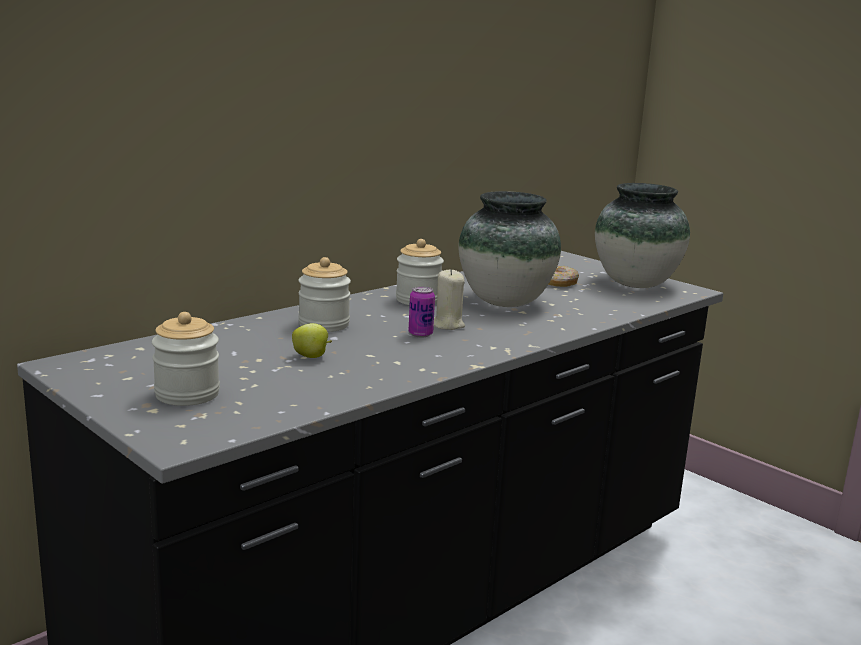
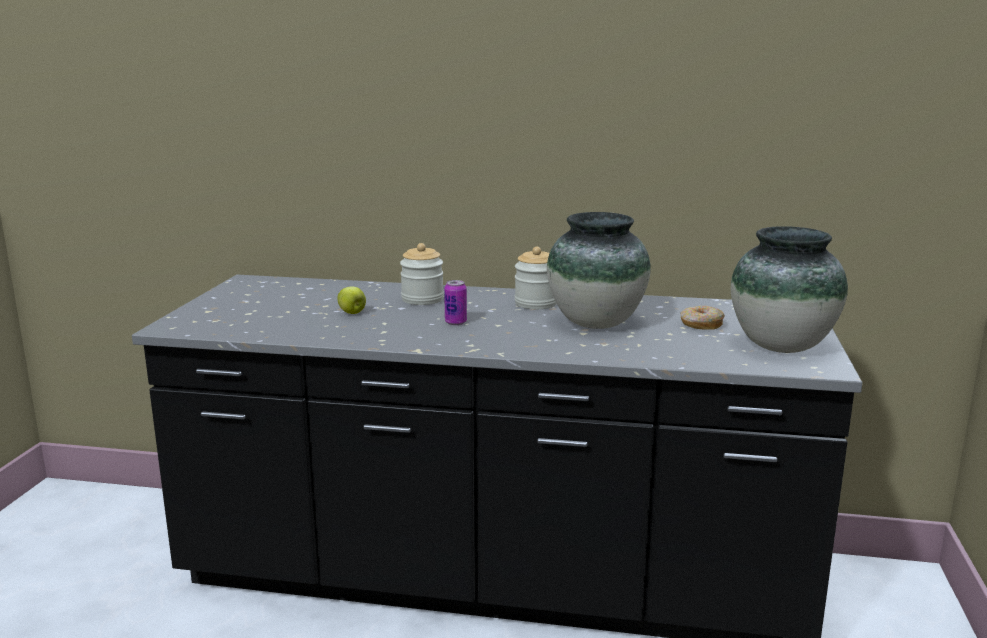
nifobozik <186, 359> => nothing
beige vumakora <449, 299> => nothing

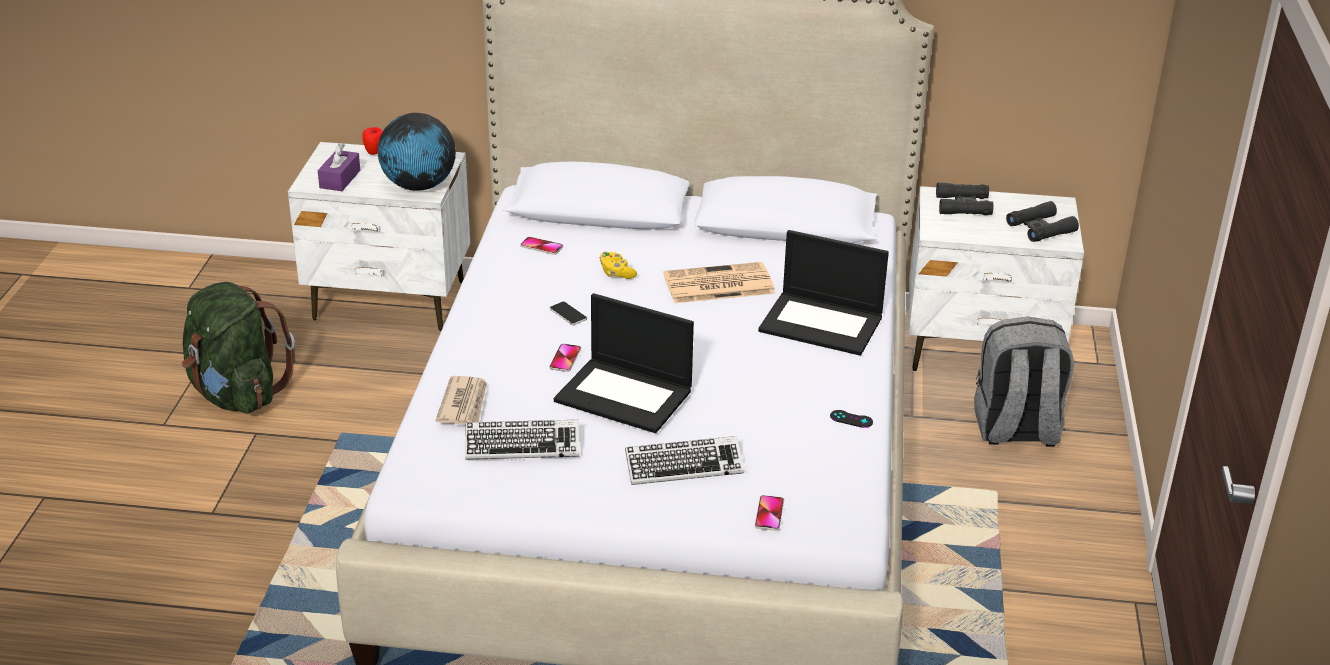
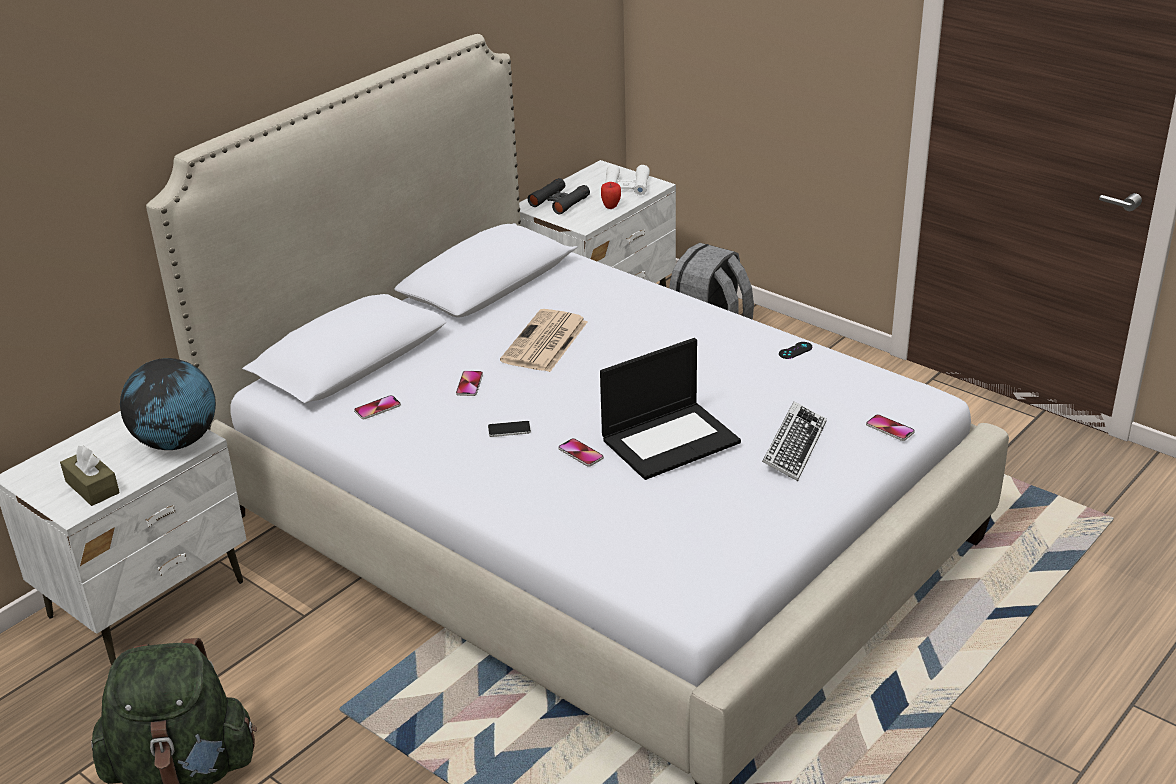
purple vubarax <339, 167> => brown vubarax <90, 476>
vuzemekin <373, 141> => vuzemekin <611, 195>, relocated
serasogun <461, 400> => nothing
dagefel <522, 440> => nothing
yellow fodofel <618, 265> => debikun <469, 383>
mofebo <823, 293> => nothing
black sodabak <1042, 221> => white sodabak <627, 180>

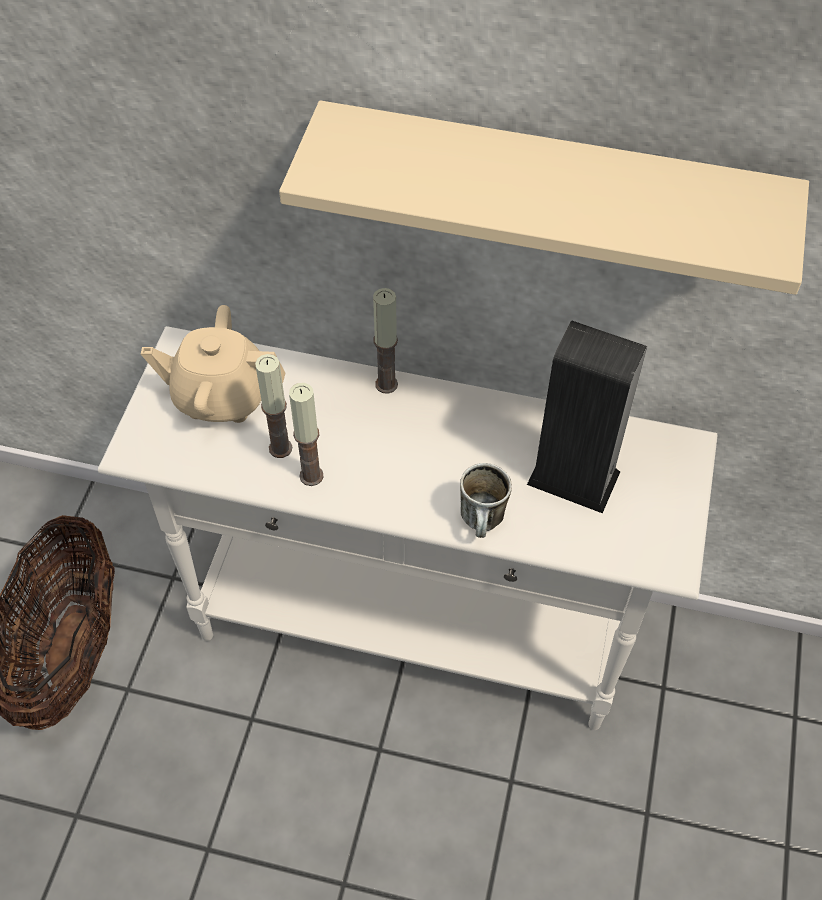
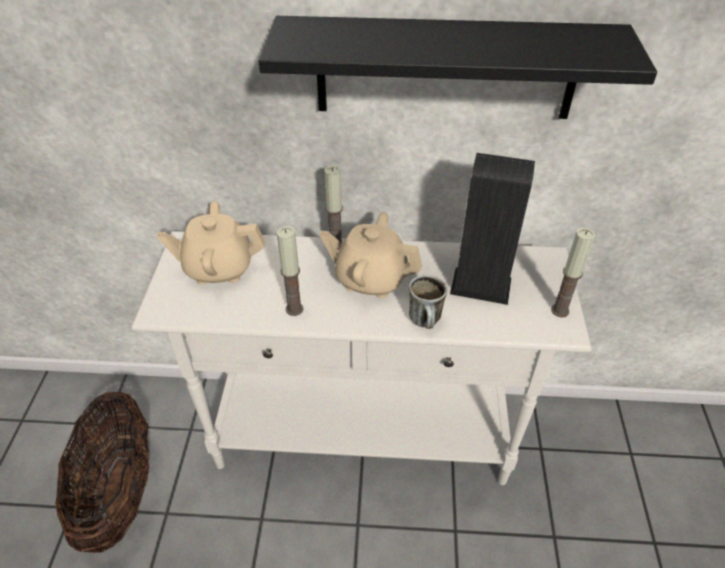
vumakora <273, 406> => vumakora <573, 272>, relocated
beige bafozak <544, 197> => black bafozak <457, 67>
nothing => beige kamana <371, 255>

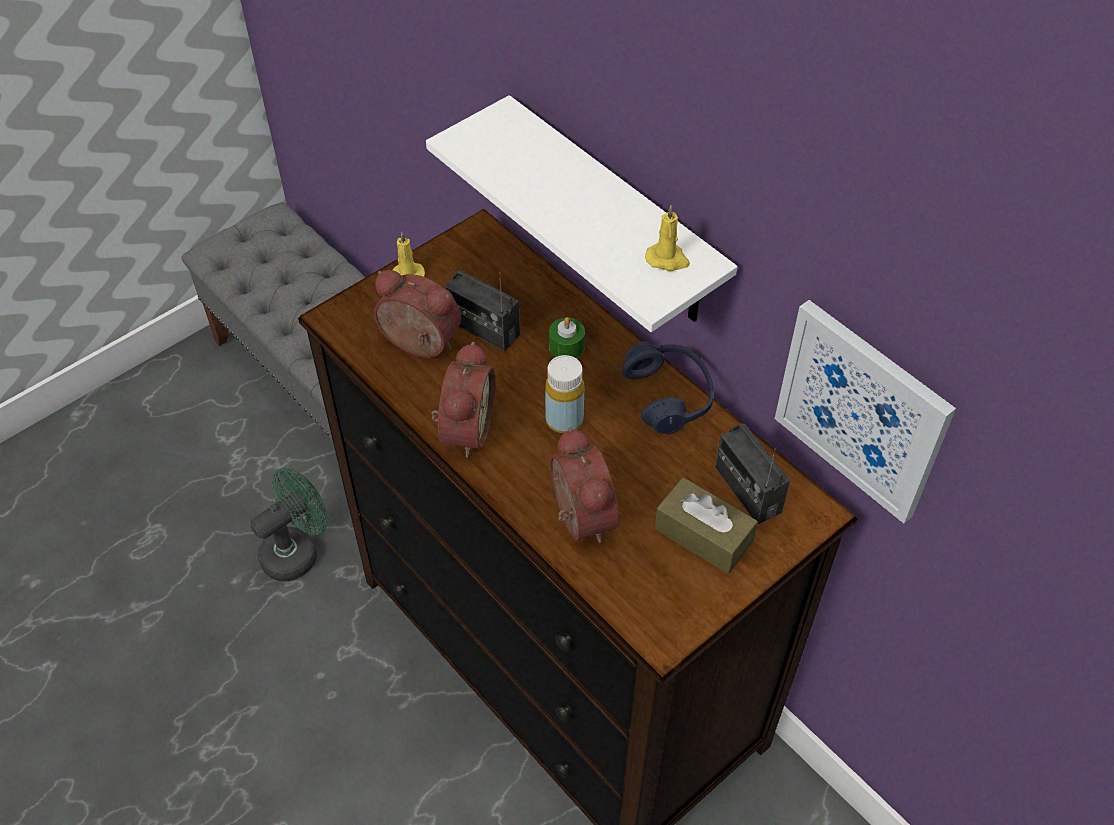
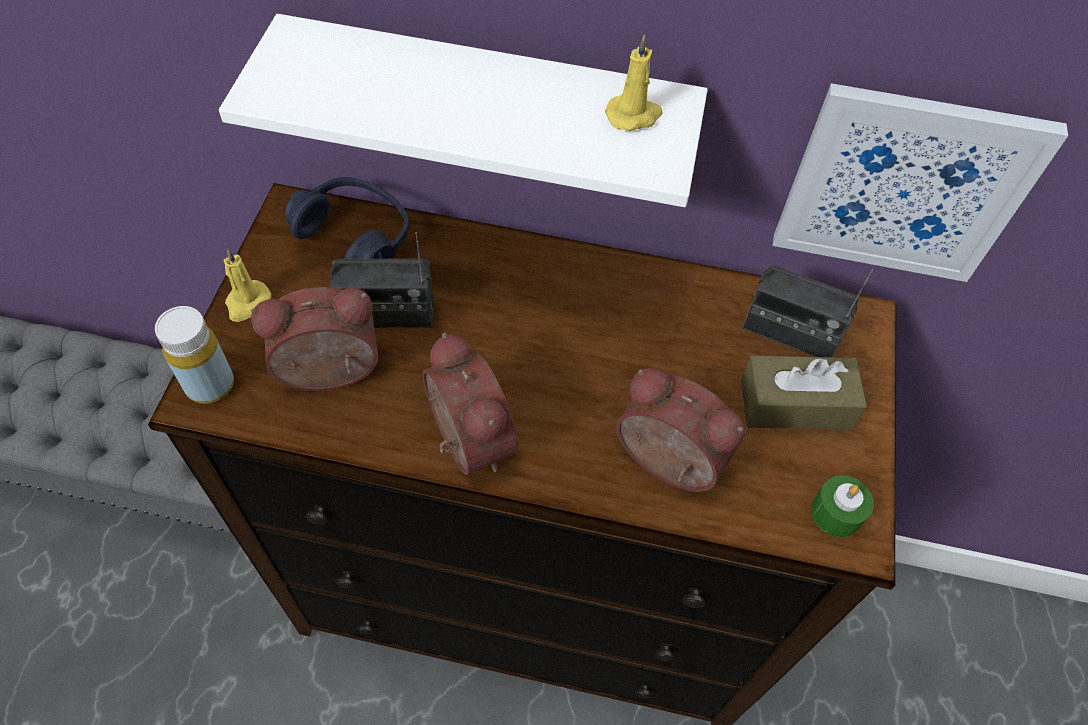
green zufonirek <289, 524> => nothing
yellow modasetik <564, 394> => yellow modasetik <194, 355>, relocated
green vumakora <567, 337> => green vumakora <842, 506>, relocated
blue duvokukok <668, 388> => blue duvokukok <347, 218>, relocated

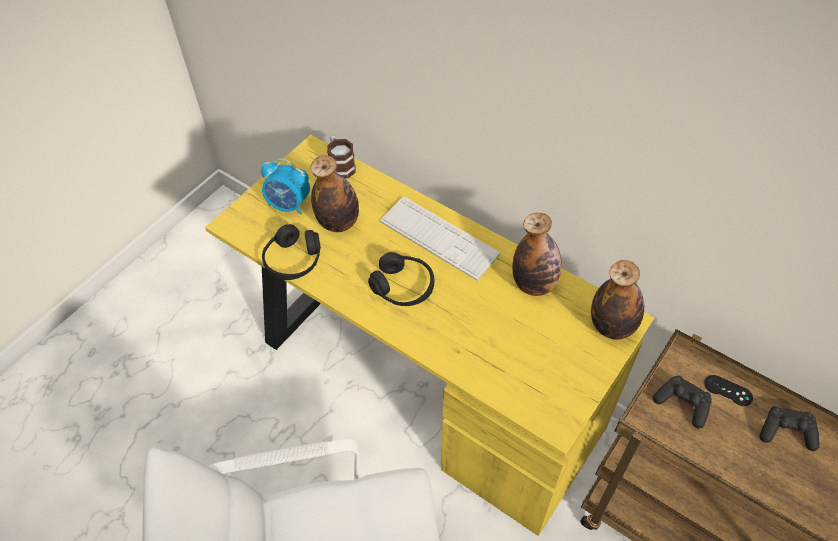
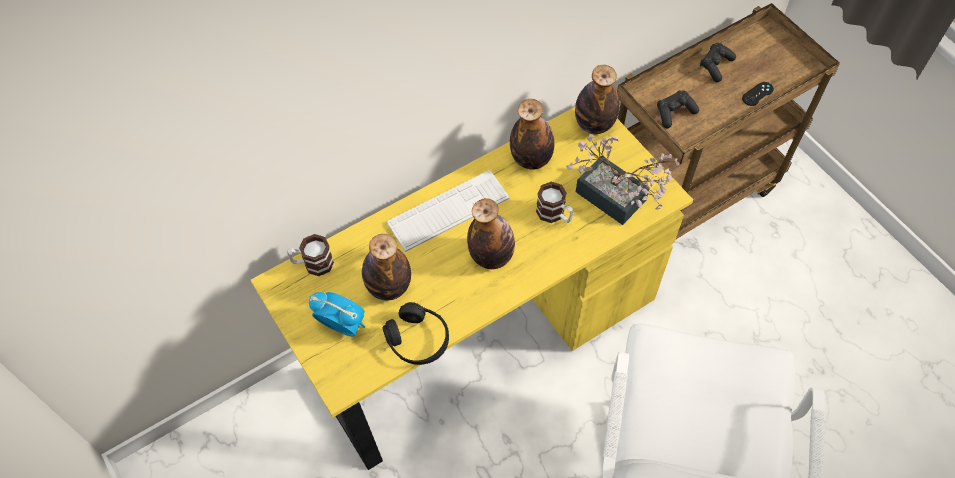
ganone <285, 186> => ganone <337, 314>, 105 degrees counterclockwise
black duvokukok <401, 279> => modasetik <491, 233>
black fodofel <728, 390> => black fodofel <758, 94>, relocated
nothing => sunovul <554, 202>
nothing => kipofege <622, 179>

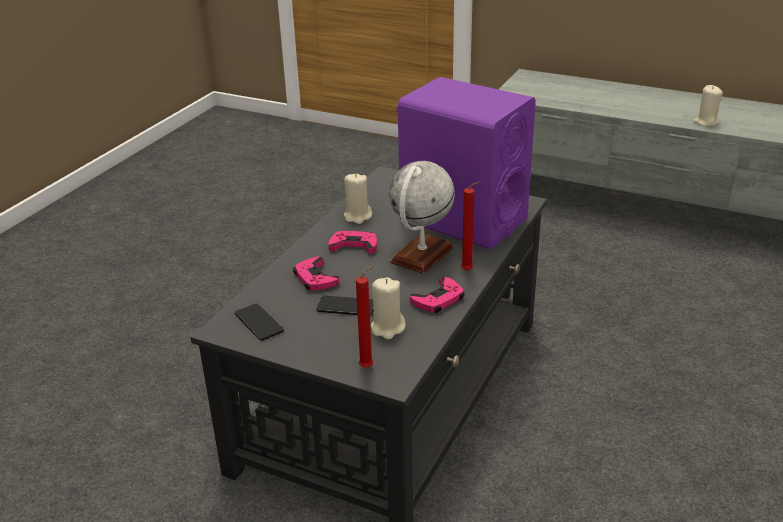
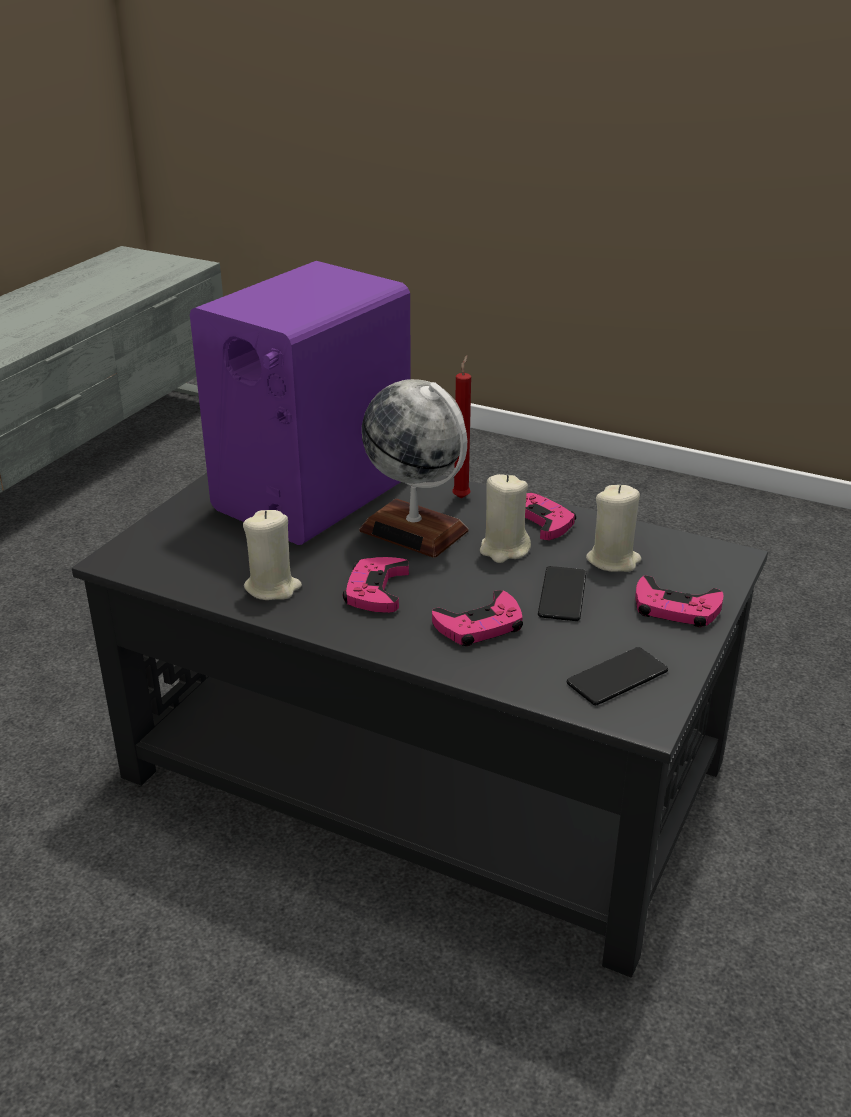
red vumakora <364, 317> => nothing
beige vumakora <708, 106> => beige vumakora <505, 518>, relocated
nothing => pink fodofel <679, 601>

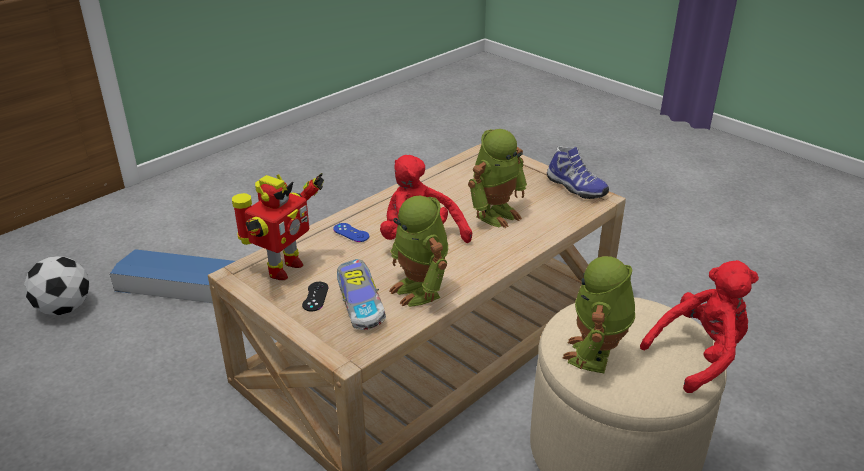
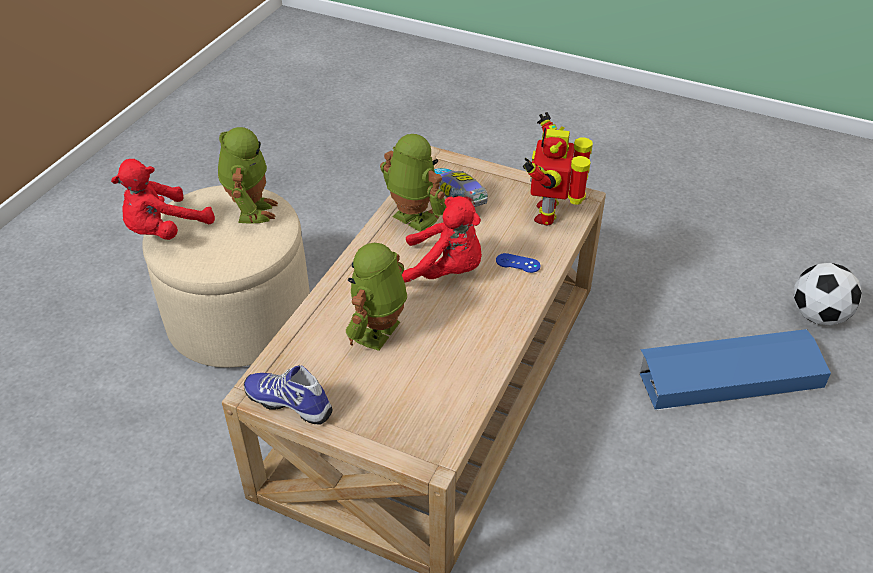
black fodofel <315, 296> => nothing

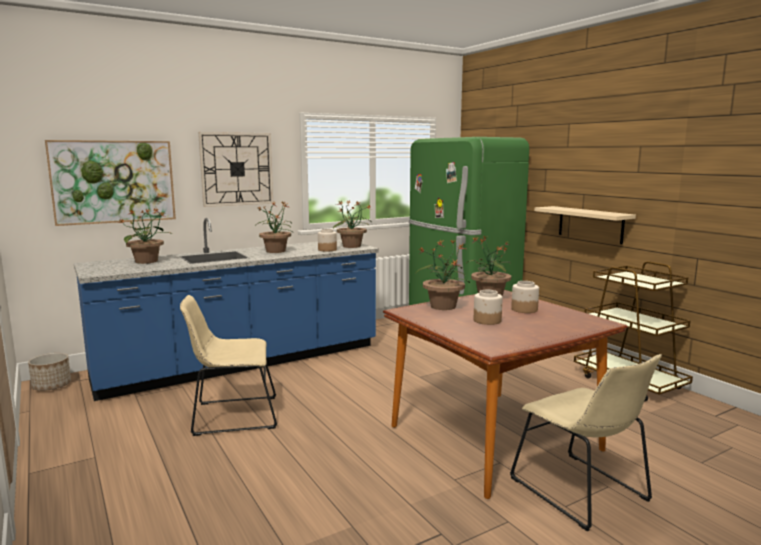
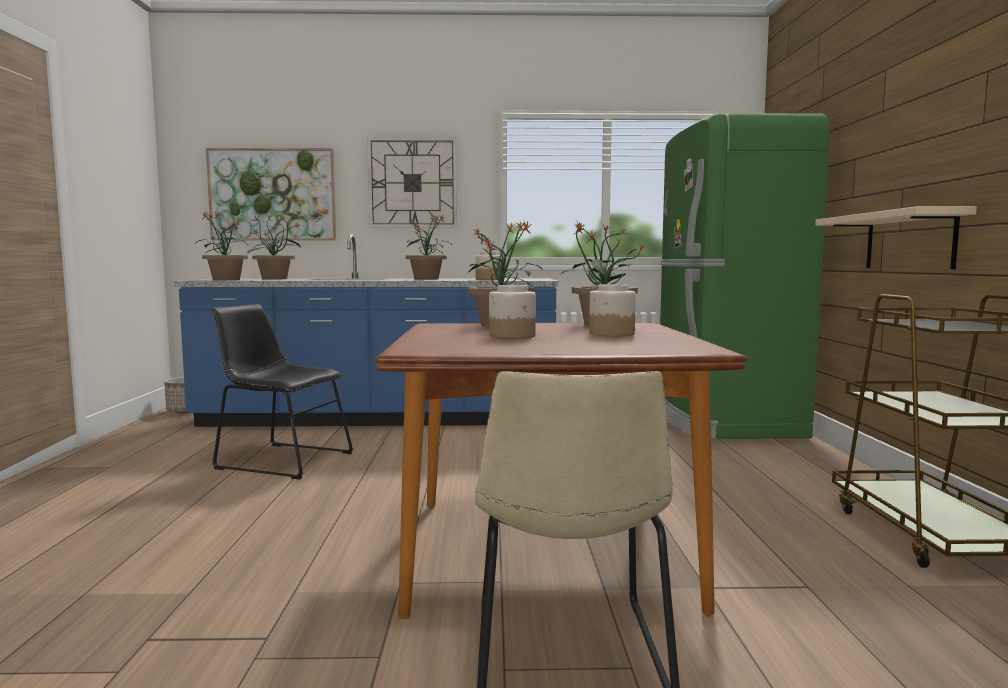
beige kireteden <229, 365> => black kireteden <282, 392>
kipofege <352, 224> => kipofege <222, 245>, relocated

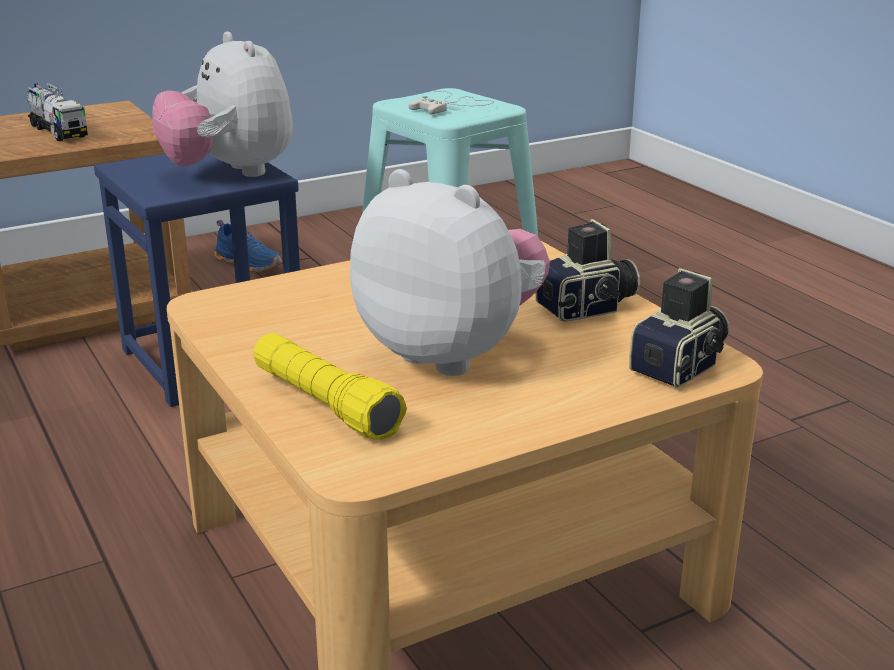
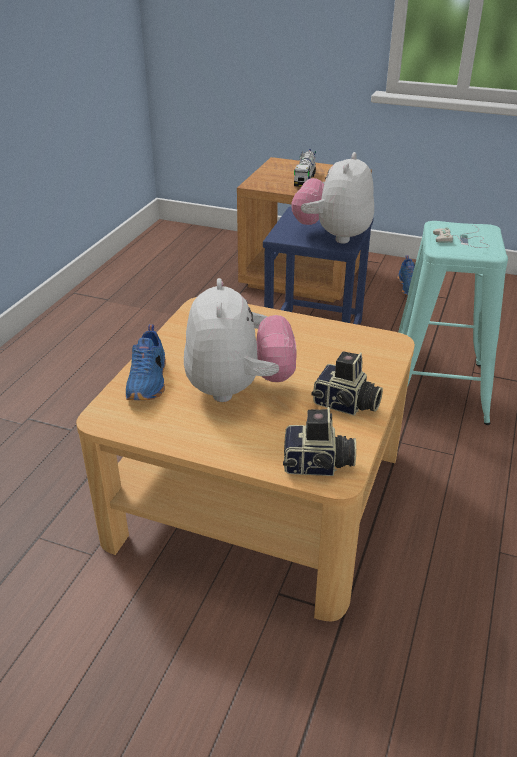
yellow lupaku <330, 386> => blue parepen <145, 362>

